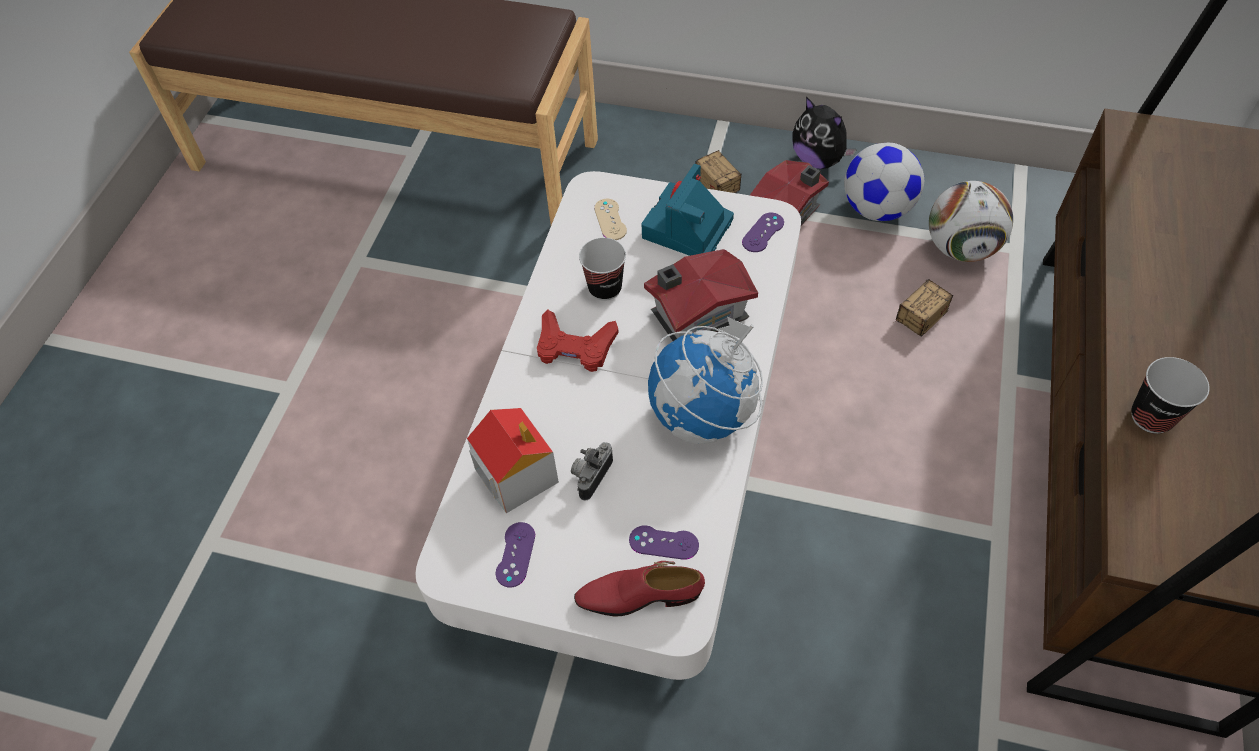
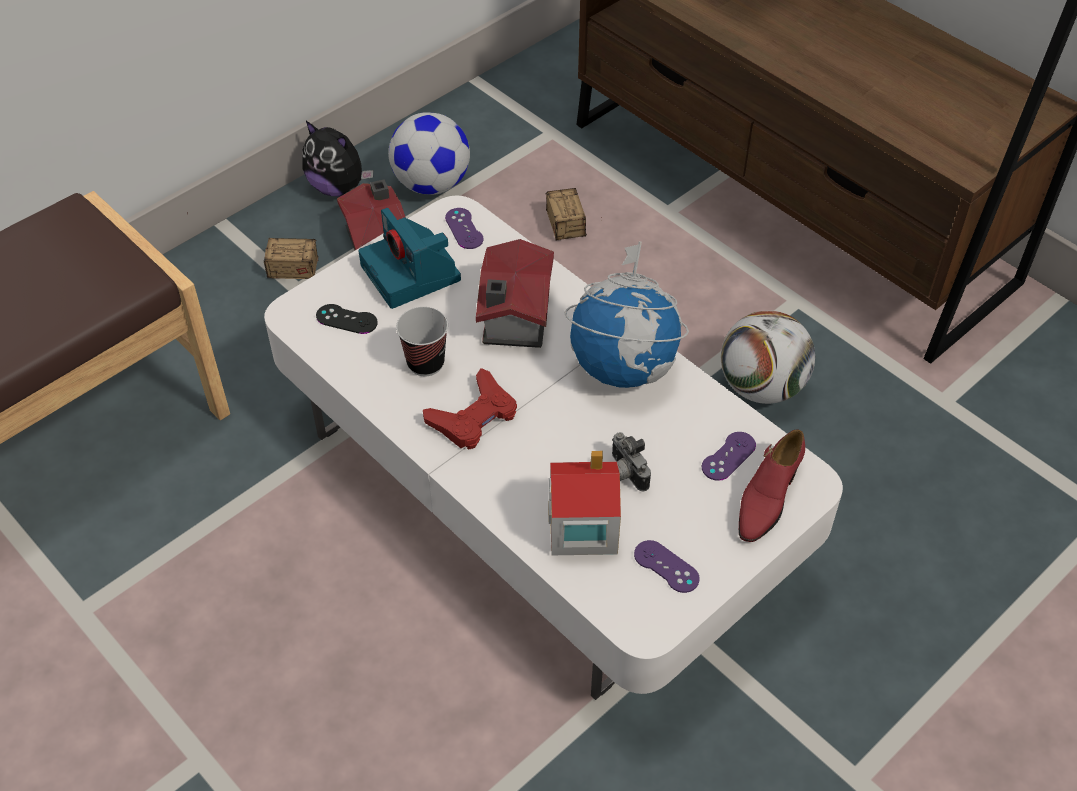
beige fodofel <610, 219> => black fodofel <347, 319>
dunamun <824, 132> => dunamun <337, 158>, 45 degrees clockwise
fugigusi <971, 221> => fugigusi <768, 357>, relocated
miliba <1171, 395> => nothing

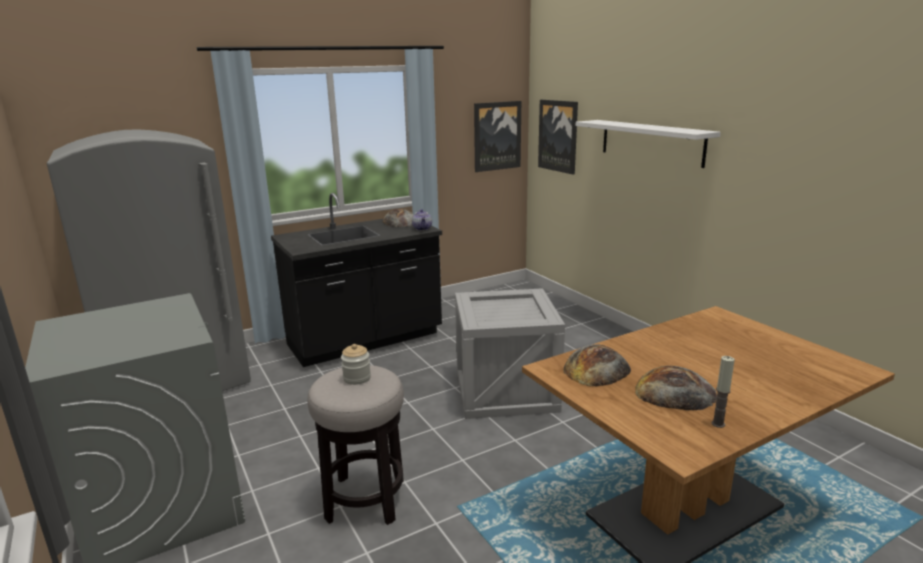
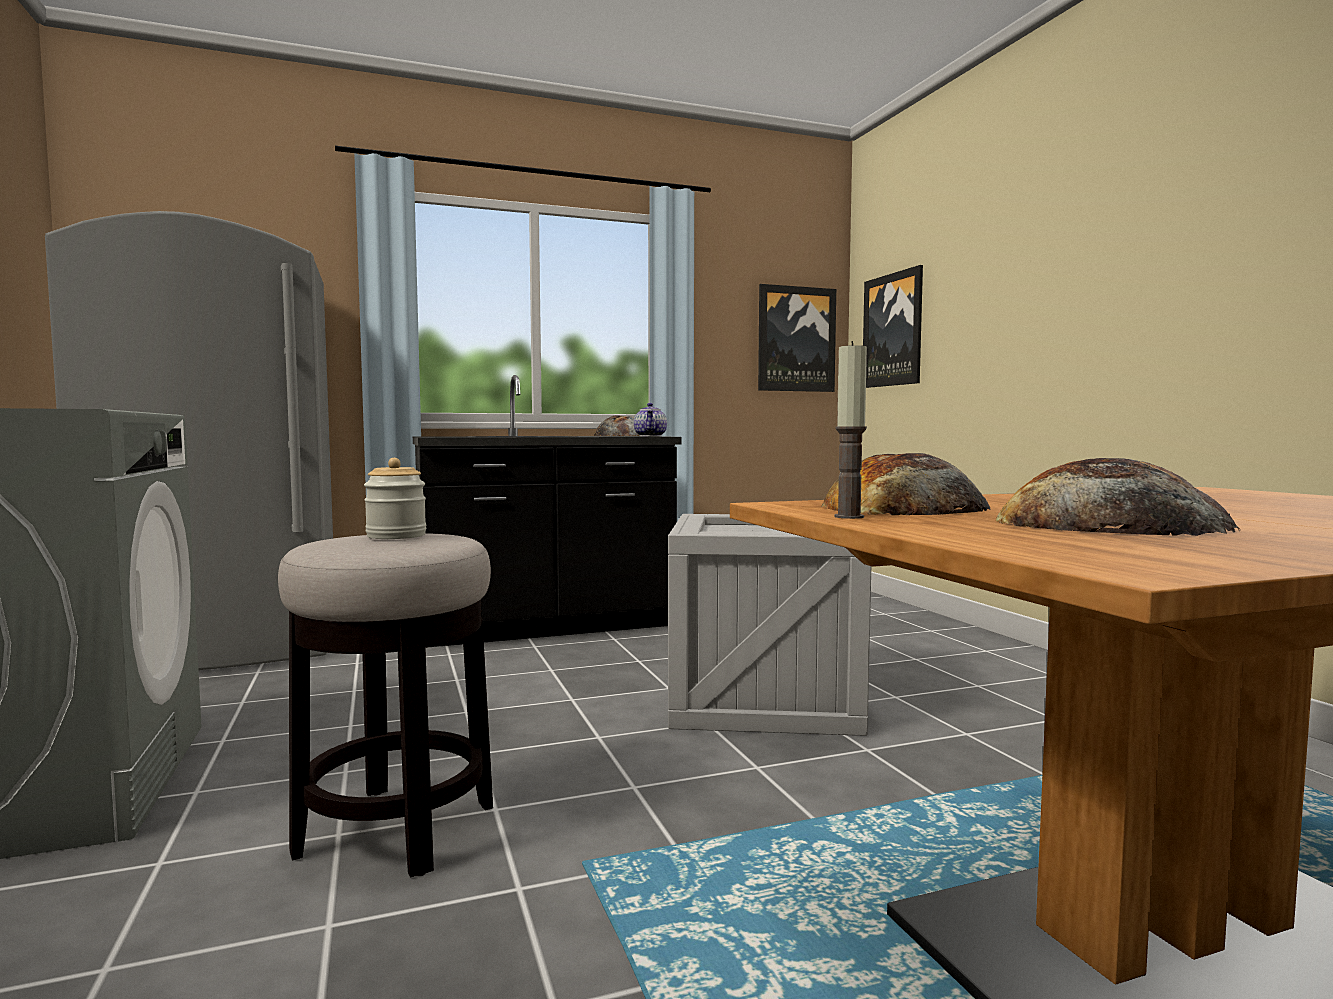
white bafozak <648, 144> => nothing
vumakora <723, 392> => vumakora <850, 430>, relocated

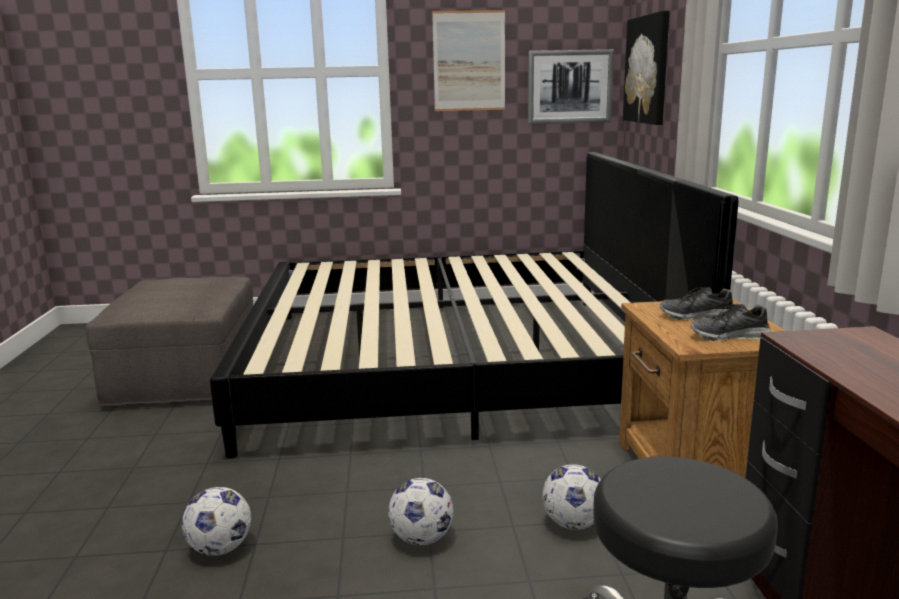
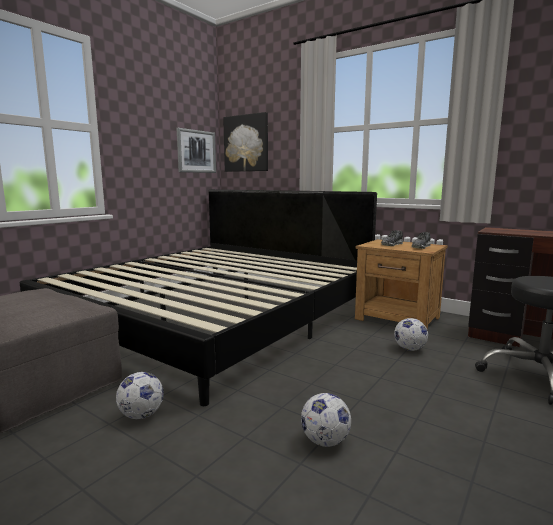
fugigusi <420, 512> => fugigusi <140, 395>, relocated
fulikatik <468, 60> => nothing

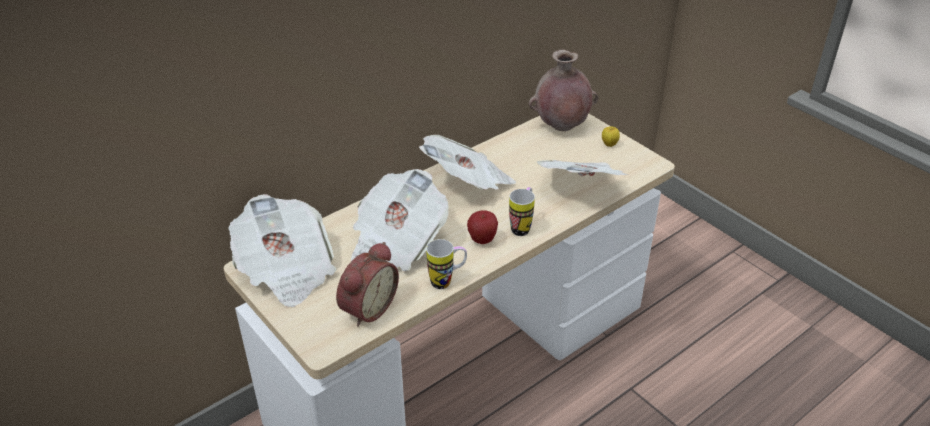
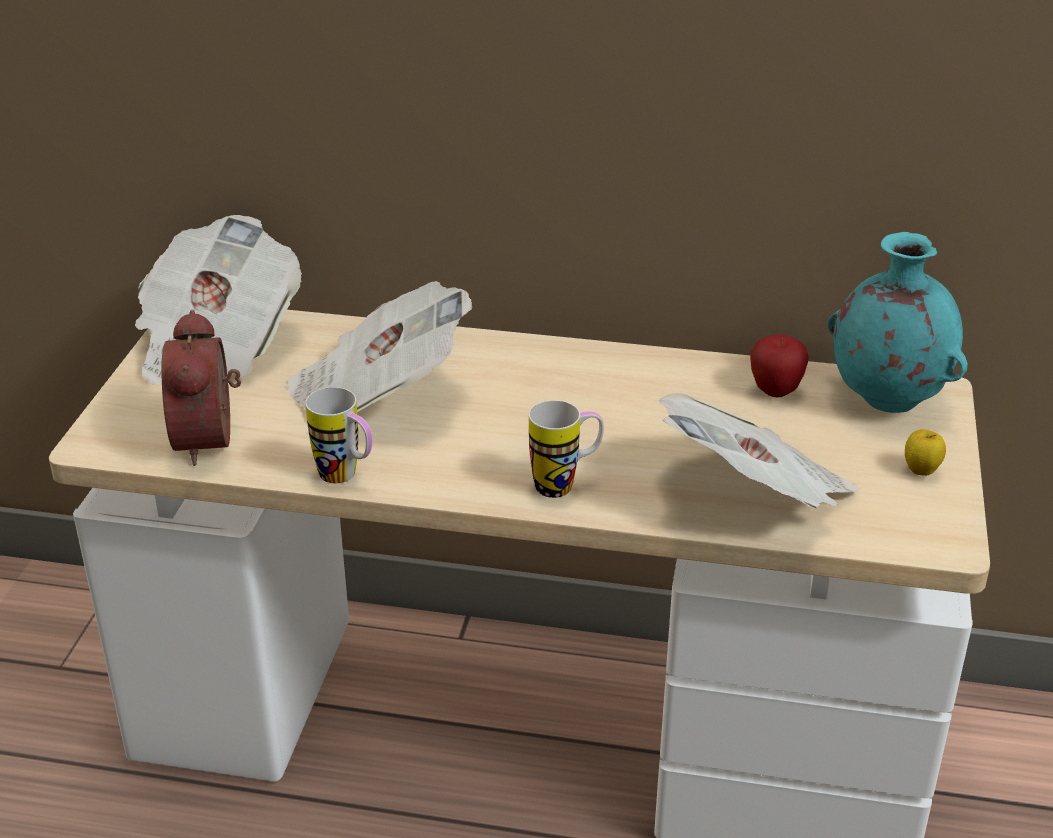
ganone <367, 284> => ganone <201, 388>, 90 degrees clockwise
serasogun <467, 162> => nothing
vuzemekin <482, 227> => vuzemekin <779, 366>, relocated
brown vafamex <564, 90> => turquoise vafamex <898, 322>

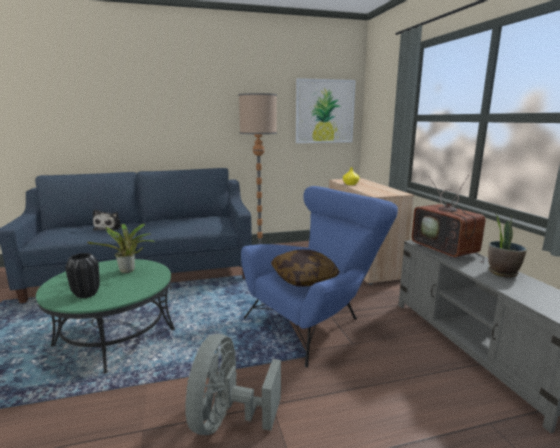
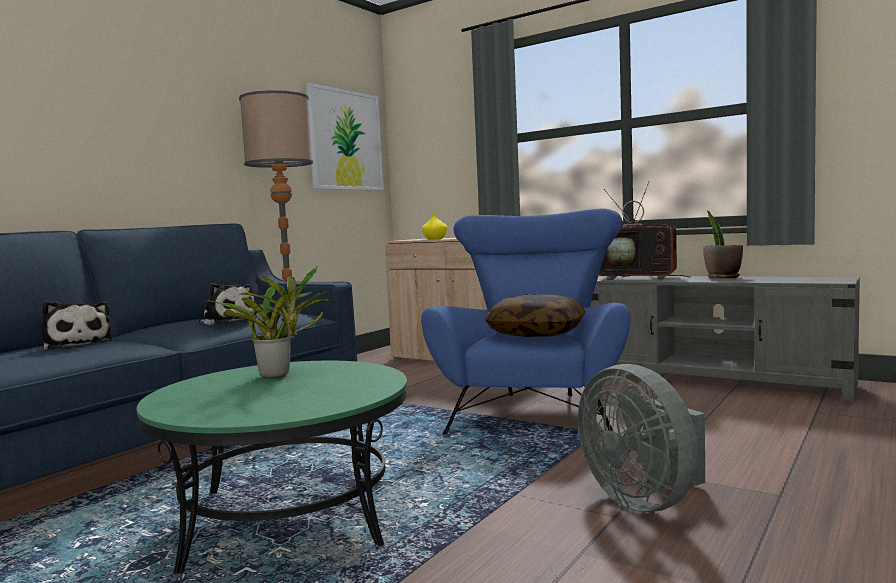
black vafamex <82, 275> => nothing
nothing => dunamun <228, 304>

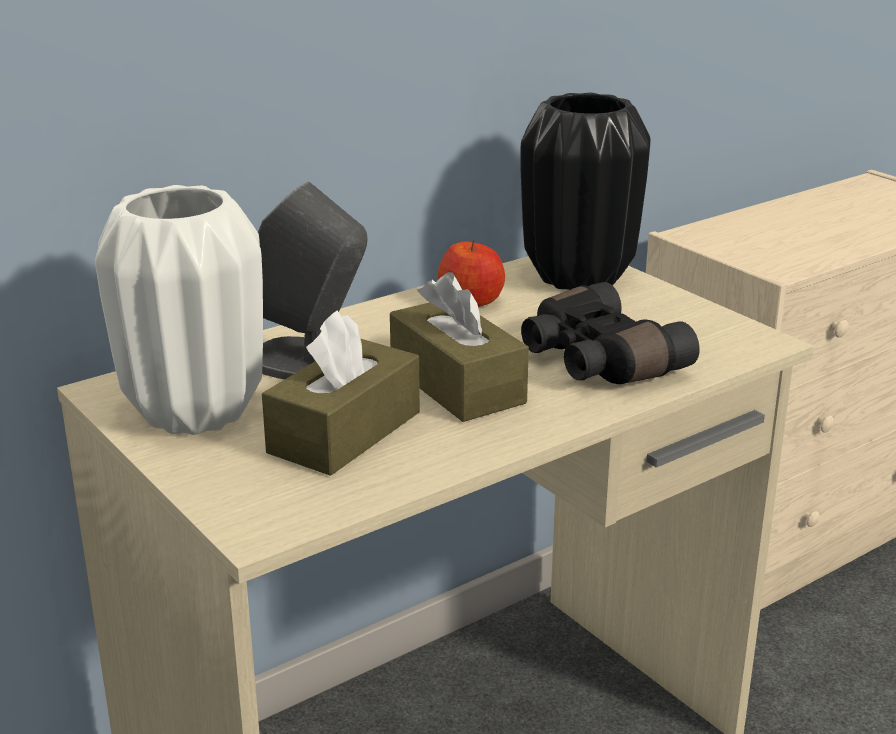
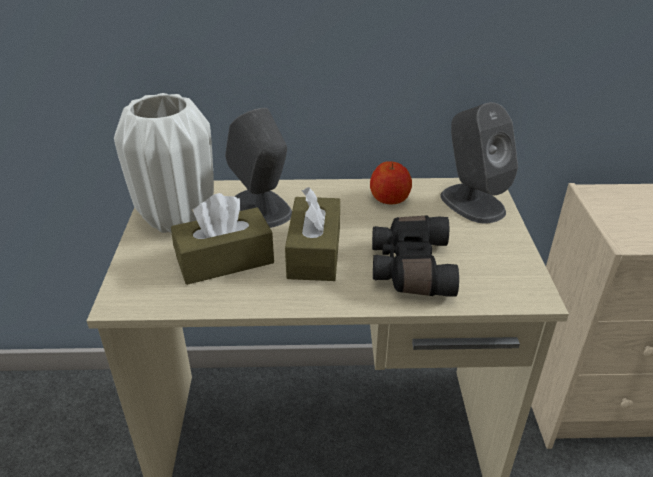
black vafamex <586, 191> => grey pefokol <479, 162>

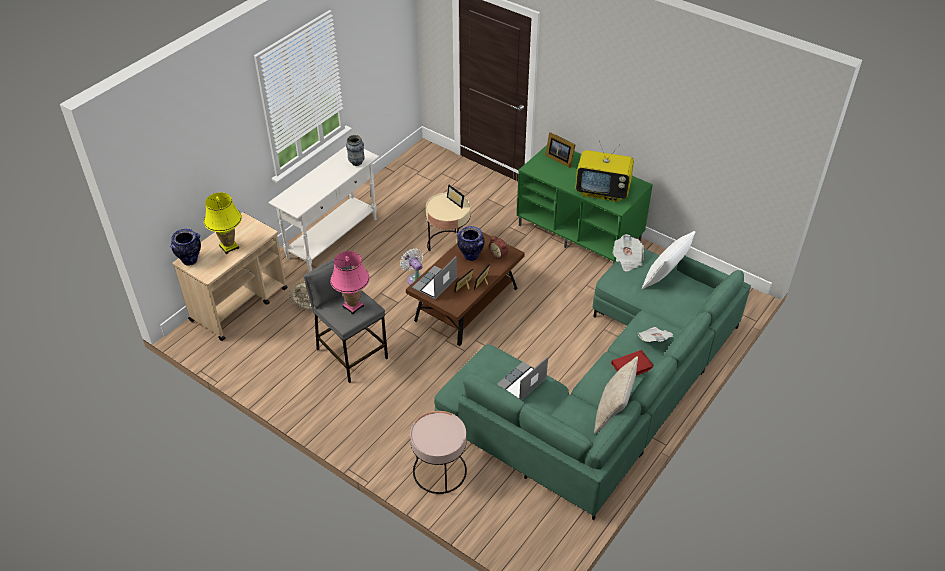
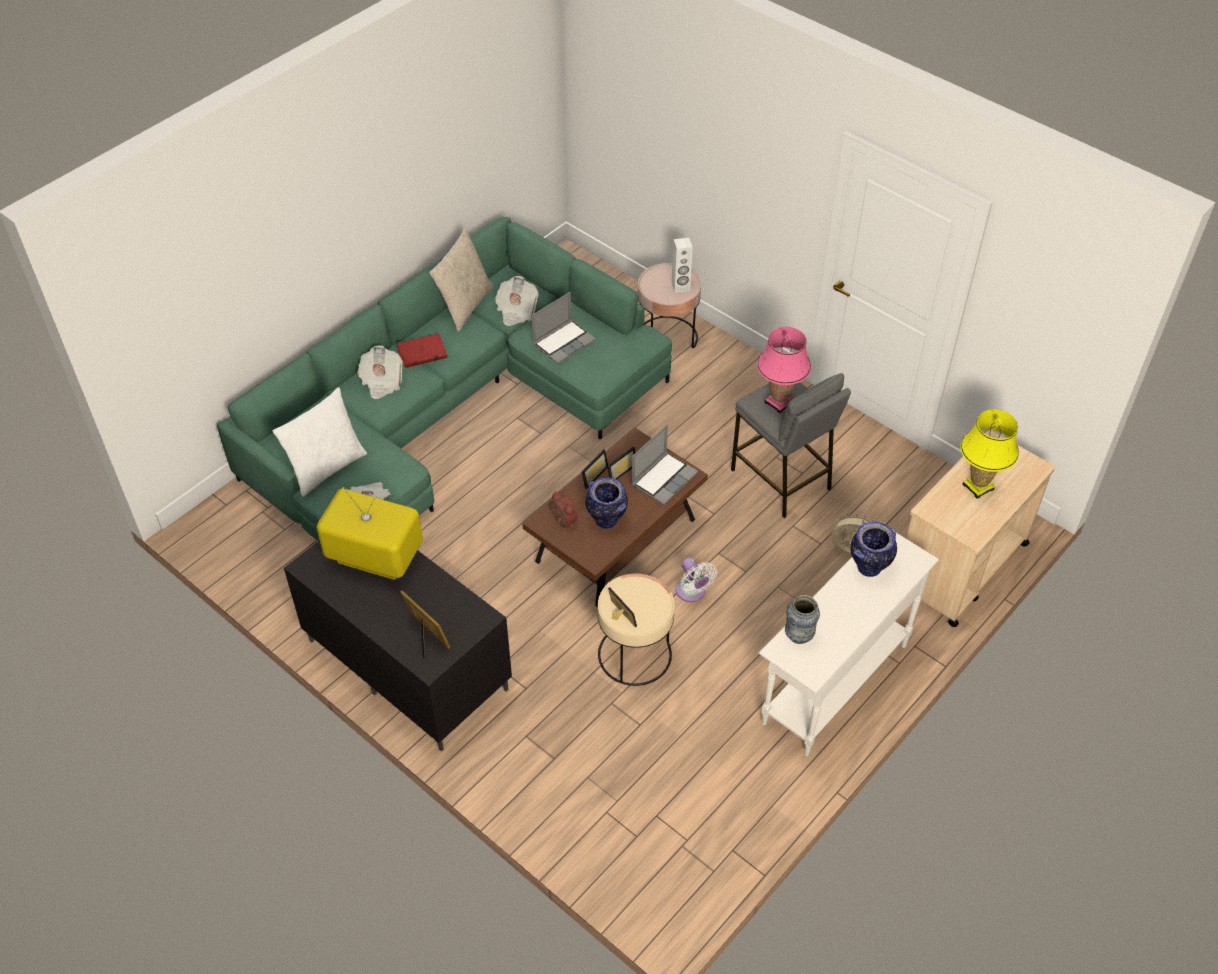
vafamex <185, 247> => vafamex <873, 549>, relocated
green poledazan <585, 205> => black poledazan <398, 645>
nothing => serasogun <517, 301>
nothing => white pefokol <682, 265>

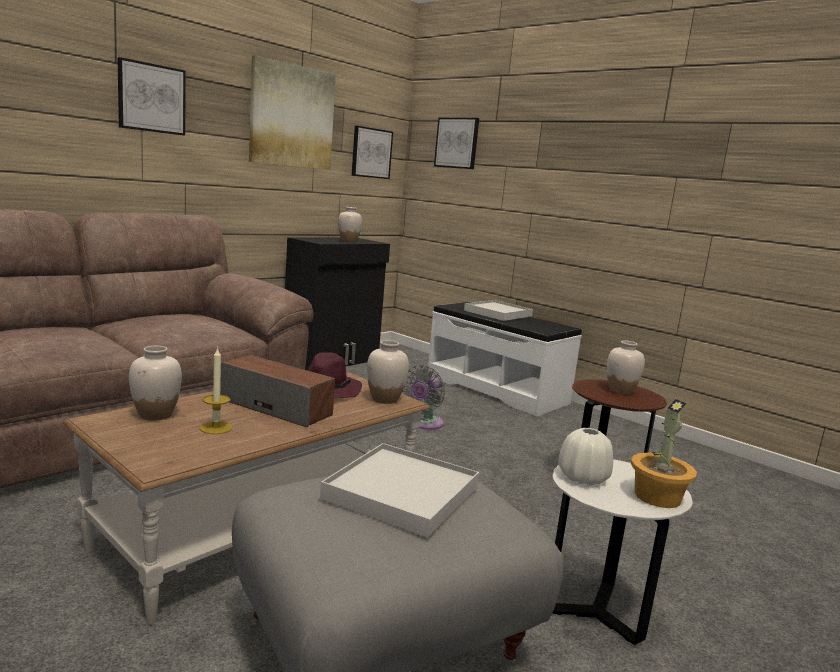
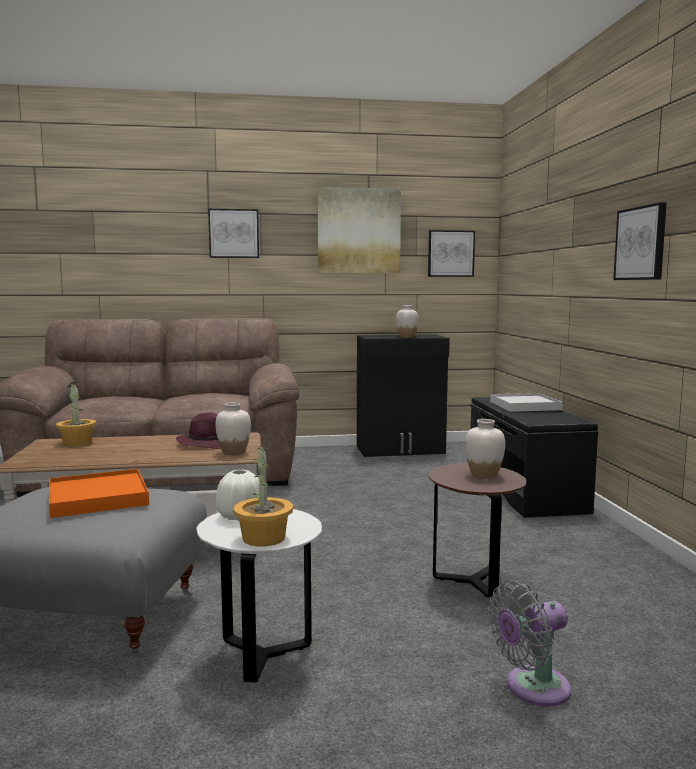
white vafamex <155, 383> => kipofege <76, 414>
vumakora <216, 390> => nothing
pefokol <277, 391> => nothing
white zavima <399, 490> => orange zavima <99, 493>
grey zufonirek <424, 397> => grey zufonirek <530, 643>, relocated
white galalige <505, 359> => black galalige <534, 457>
fulikatik <456, 143> => fulikatik <640, 241>, relocated

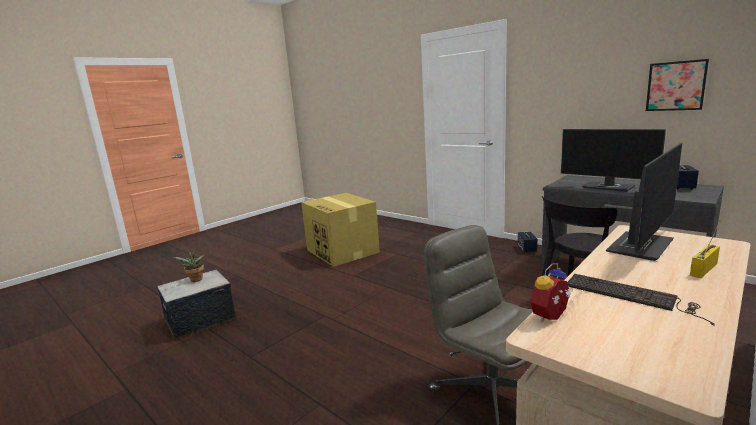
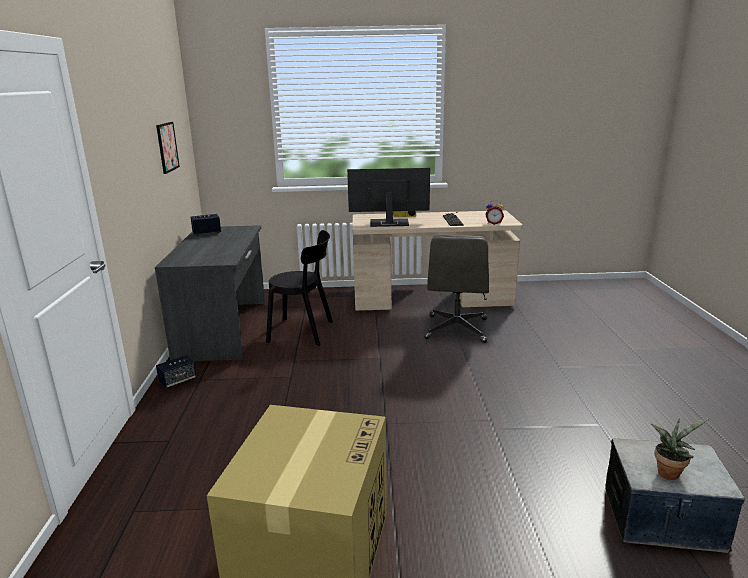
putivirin <613, 160> => nothing

